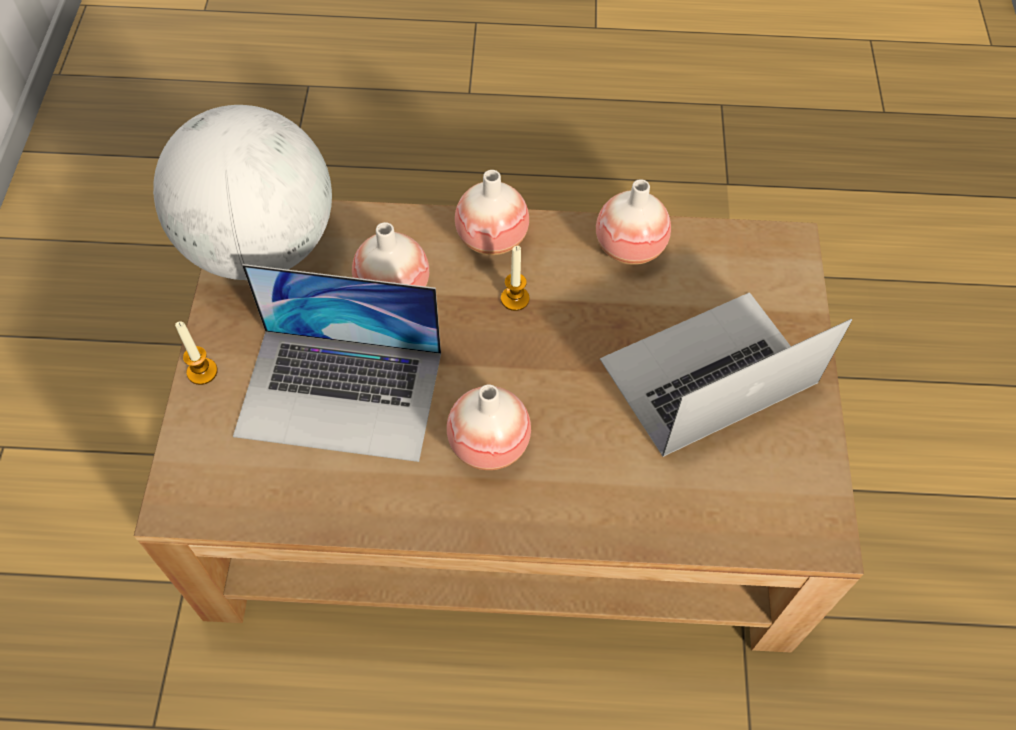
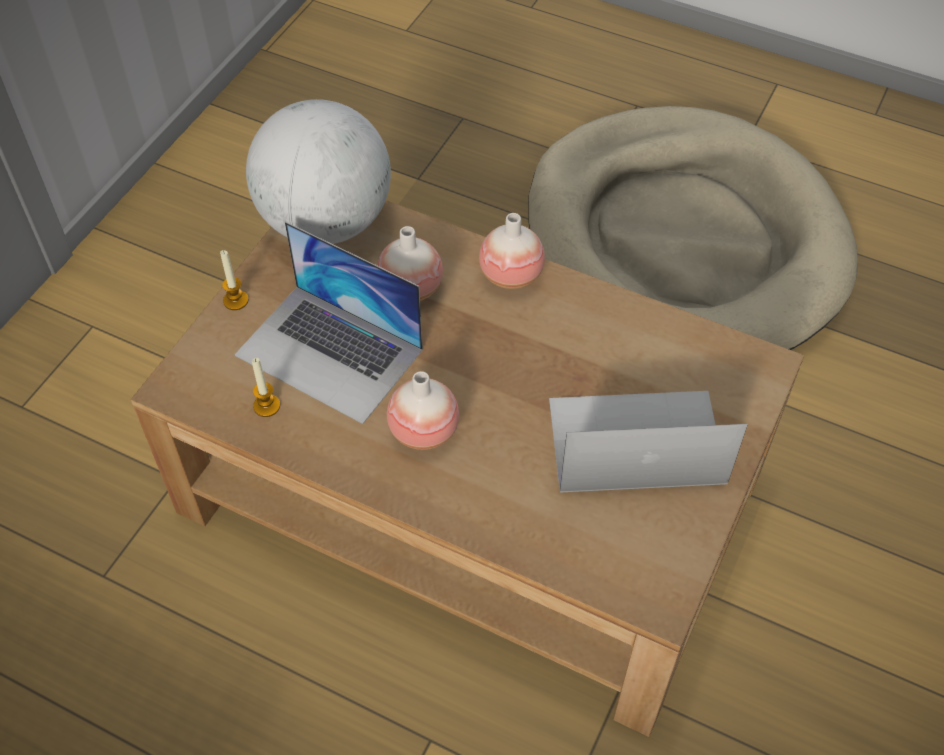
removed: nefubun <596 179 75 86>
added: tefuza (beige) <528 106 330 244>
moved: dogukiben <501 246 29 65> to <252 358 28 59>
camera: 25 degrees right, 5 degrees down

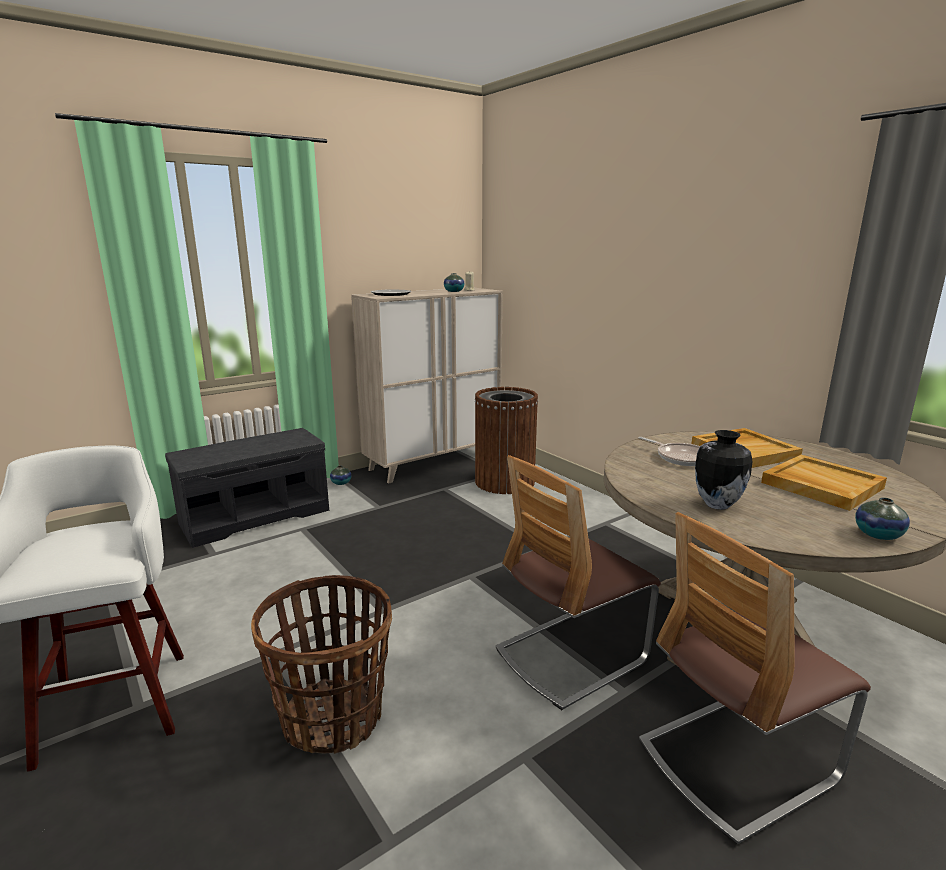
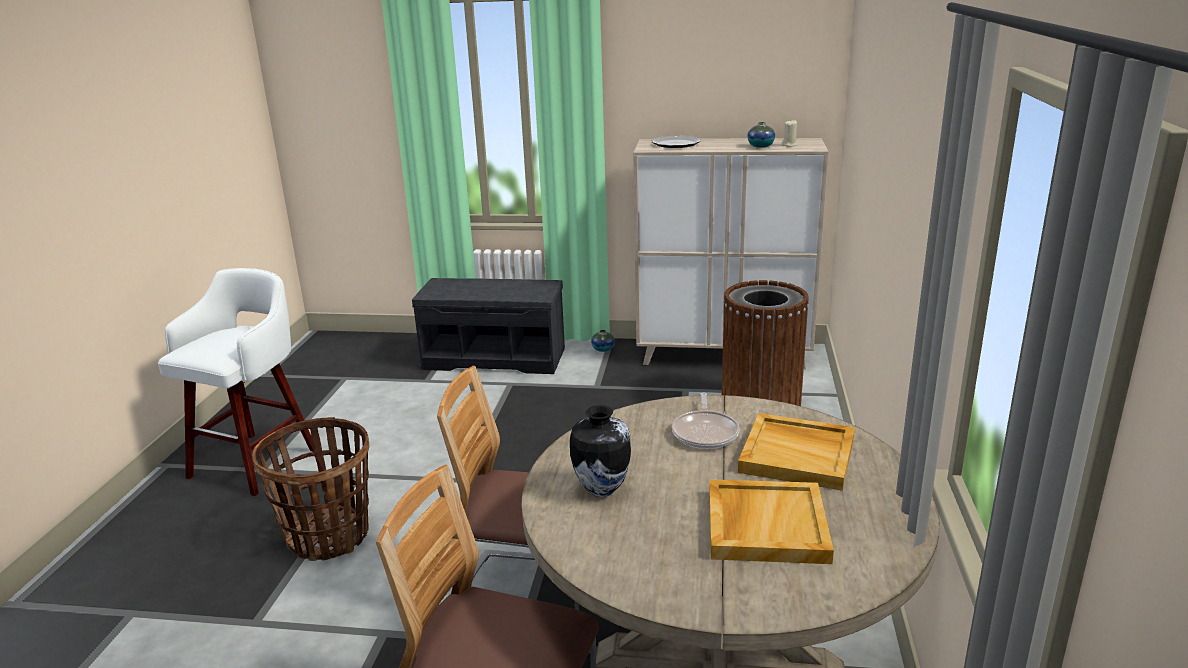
removed: nefubun <855 497 55 43>
camera: 45 degrees right, 5 degrees up

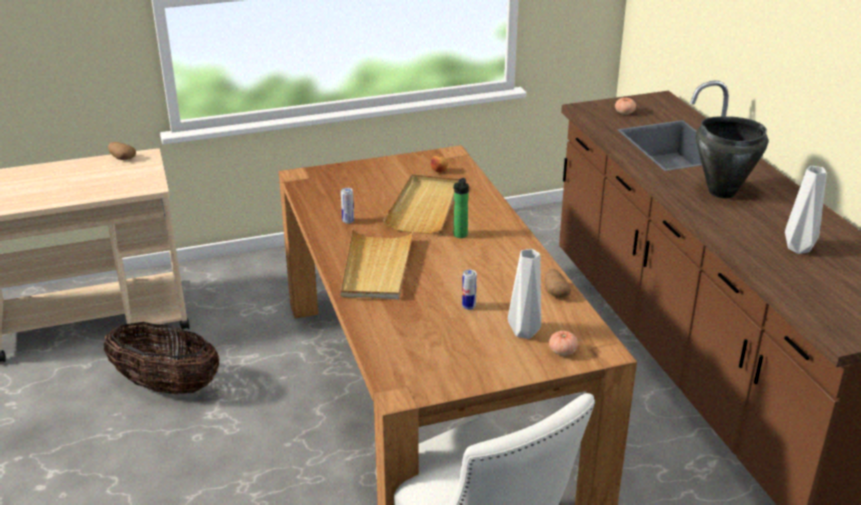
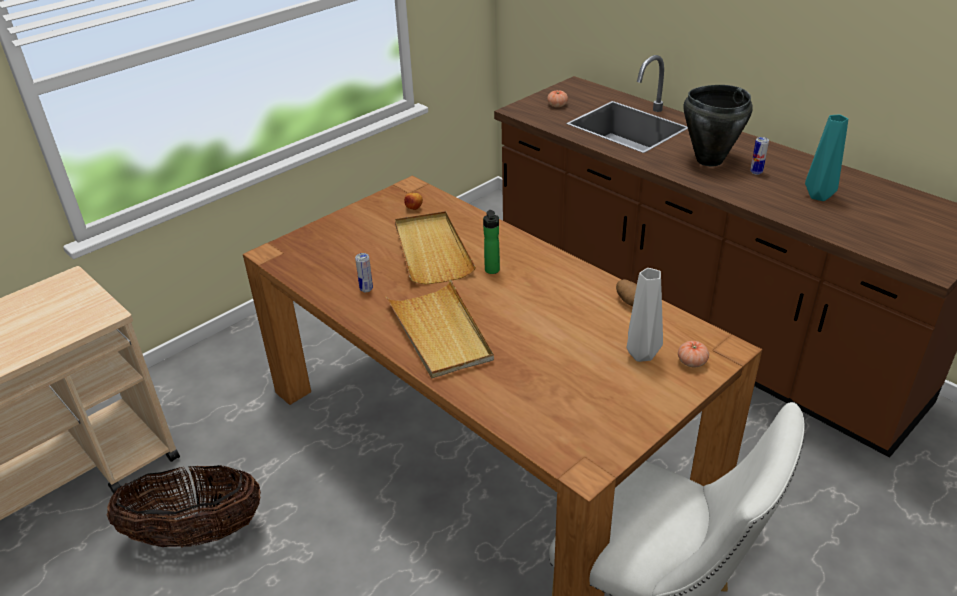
removed: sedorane <108 142 28 18>
moved: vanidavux <462 270 15 40> to <750 137 19 38>
recoloured: nefubun (grey) <785 166 42 88> to nefubun (turquoise) <805 115 43 86>
camera: 25 degrees left, 5 degrees up

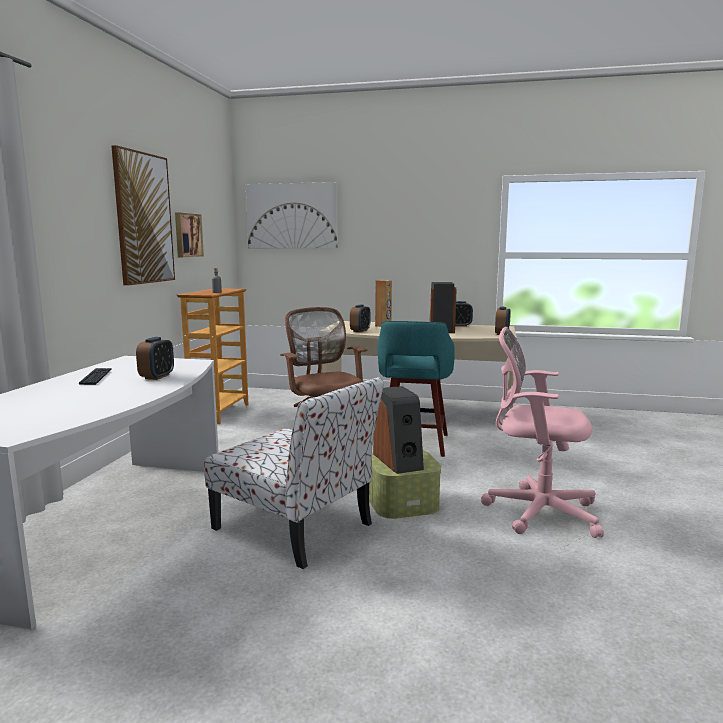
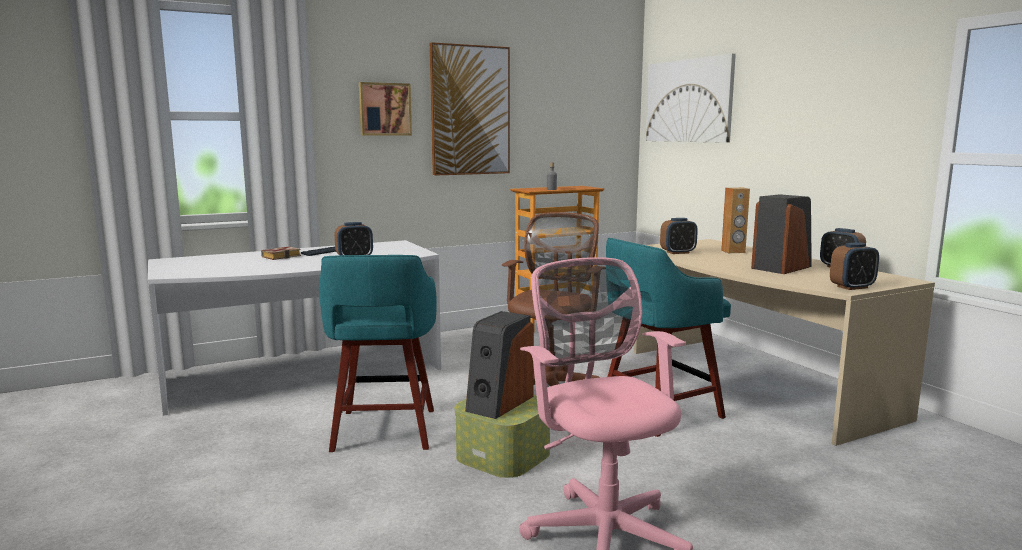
added: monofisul <261 247 40 13>
moved: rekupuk <175 213 29 44> to <359 82 53 54>
replaced: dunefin <204 377 180 192> to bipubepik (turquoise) <319 255 118 197>
camera: 50 degrees right, 0 degrees up

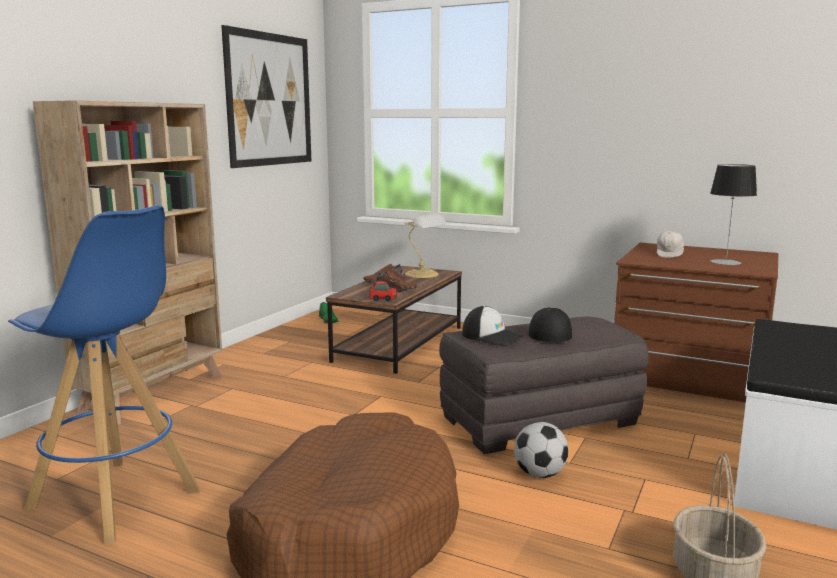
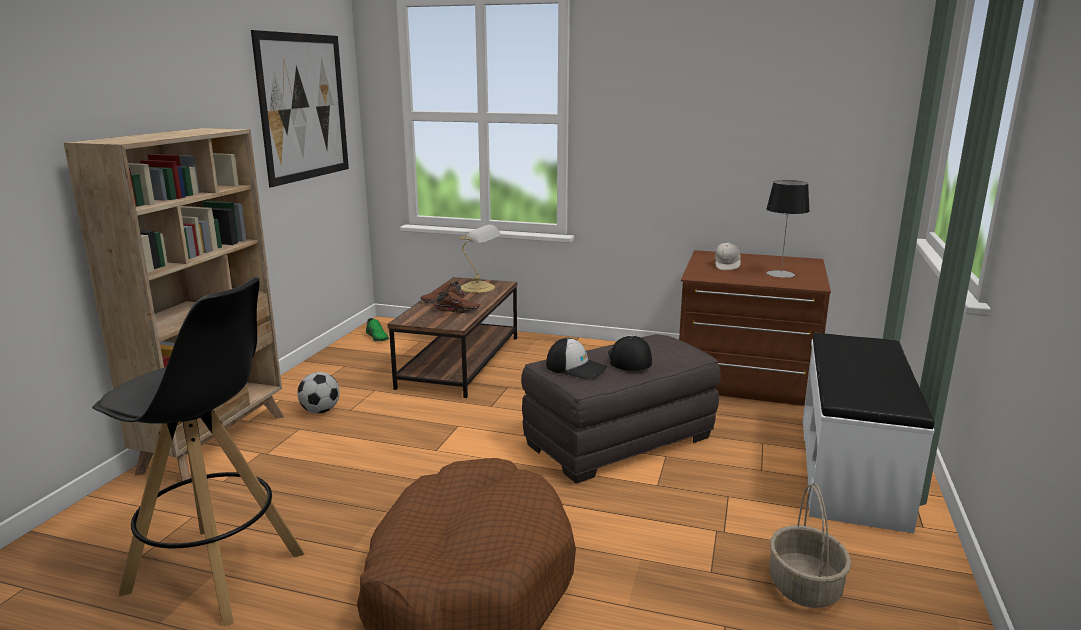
removed: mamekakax <370 281 27 20>
moved: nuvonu <514 422 54 56> to <297 372 43 41>
recoloured: bipubepik (blue) <8 205 192 340> to bipubepik (black) <92 277 213 349>
camera: 10 degrees left, 5 degrees up

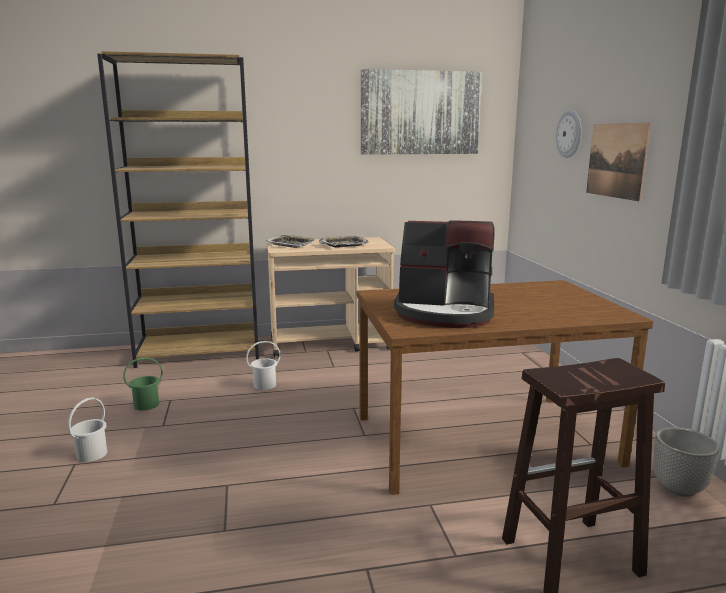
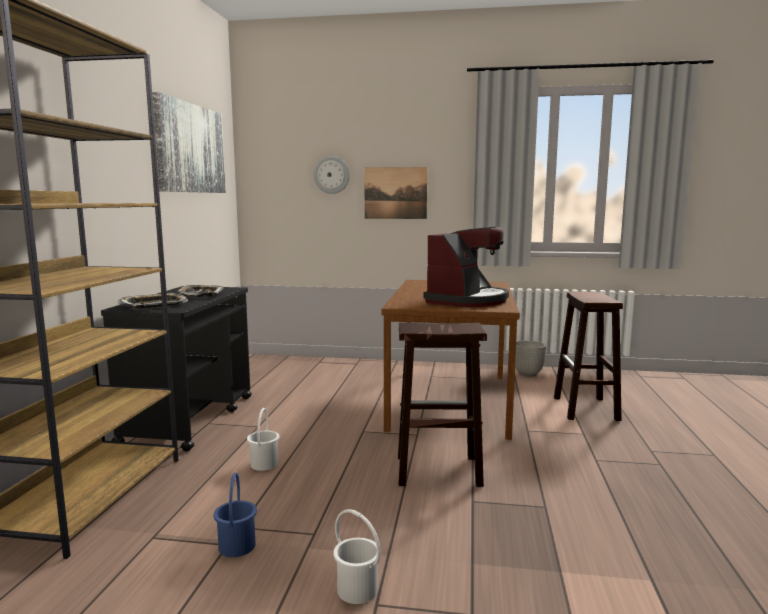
added: bipubepik (brown) <398 322 89 165>
recoloured: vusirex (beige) <266 237 129 120> to vusirex (black) <101 286 151 165>; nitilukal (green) <123 357 40 54> to nitilukal (blue) <213 473 44 84>
camera: 70 degrees left, 5 degrees down

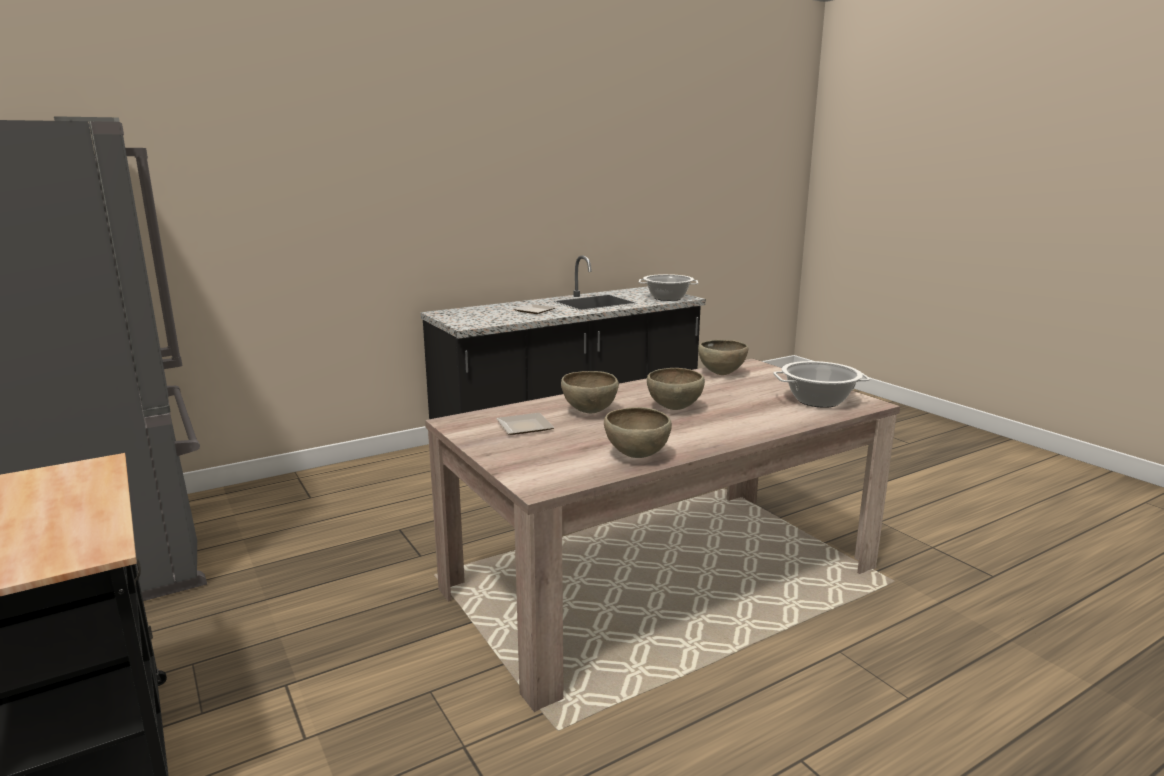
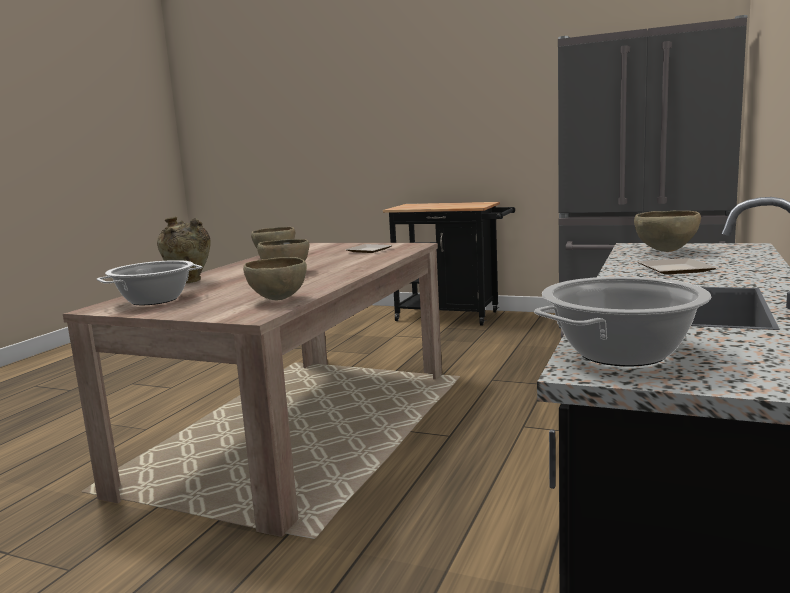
added: nefubun (beige) <157 216 54 67>
moved: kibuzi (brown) <561 371 58 42> to <634 211 67 41>
camera: 145 degrees right, 5 degrees down

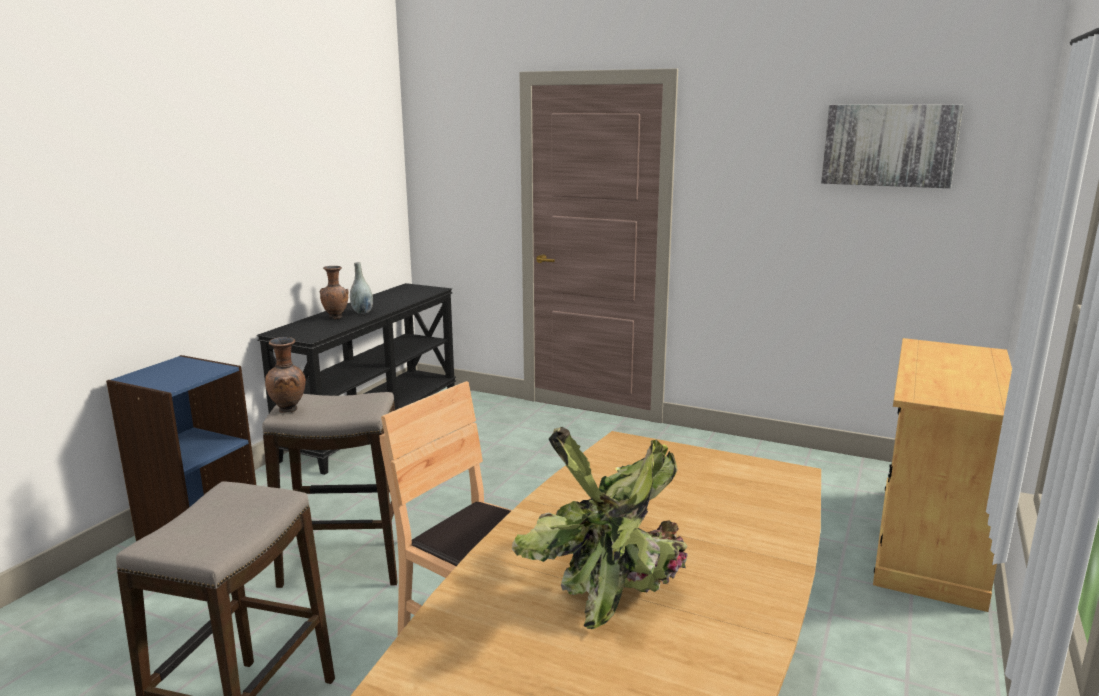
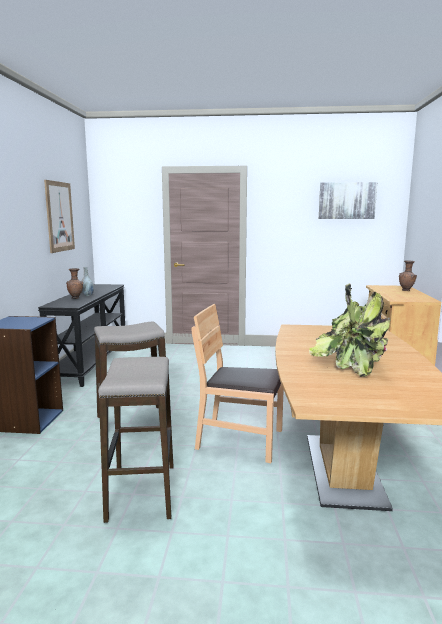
added: rekupuk <44 180 31 73>
moved: nefubun (brown) <265 337 41 76> to <399 260 18 31>
camera: 20 degrees left, 5 degrees down

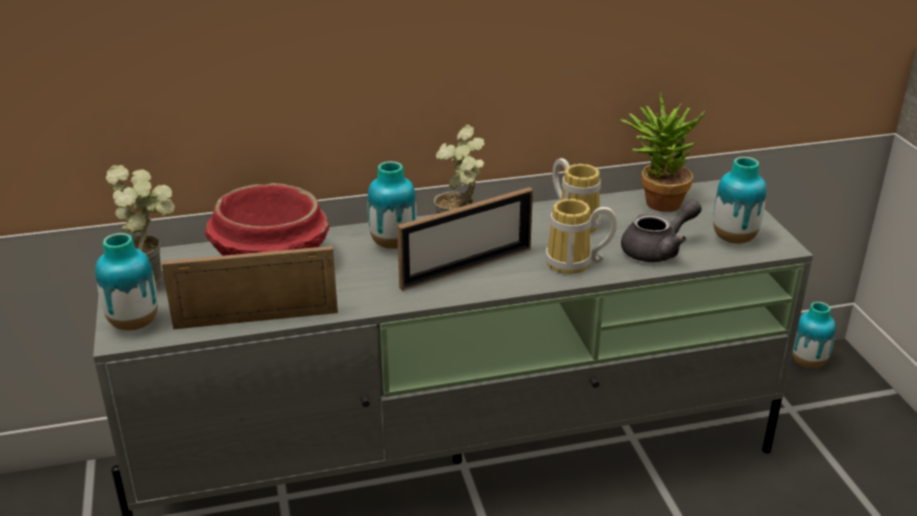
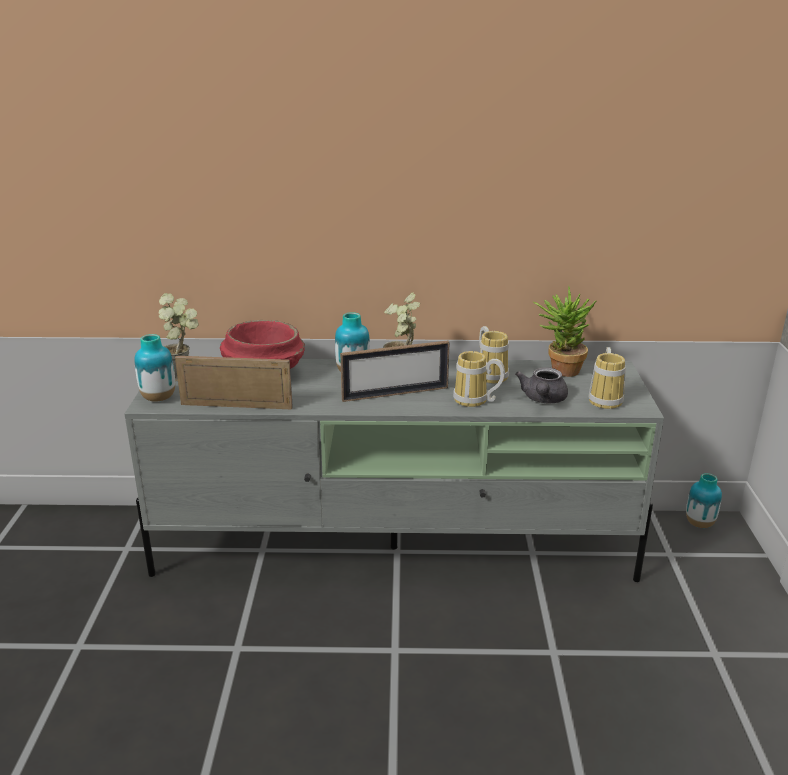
replaced: nefubun <713 157 53 87> to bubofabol <588 347 38 62>
turned: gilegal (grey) <621 200 81 62> = <515 367 53 36> 120 degrees clockwise
camera: 15 degrees right, 5 degrees down

